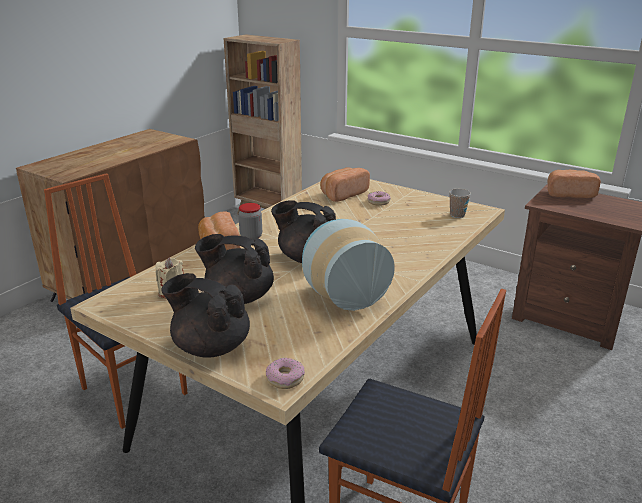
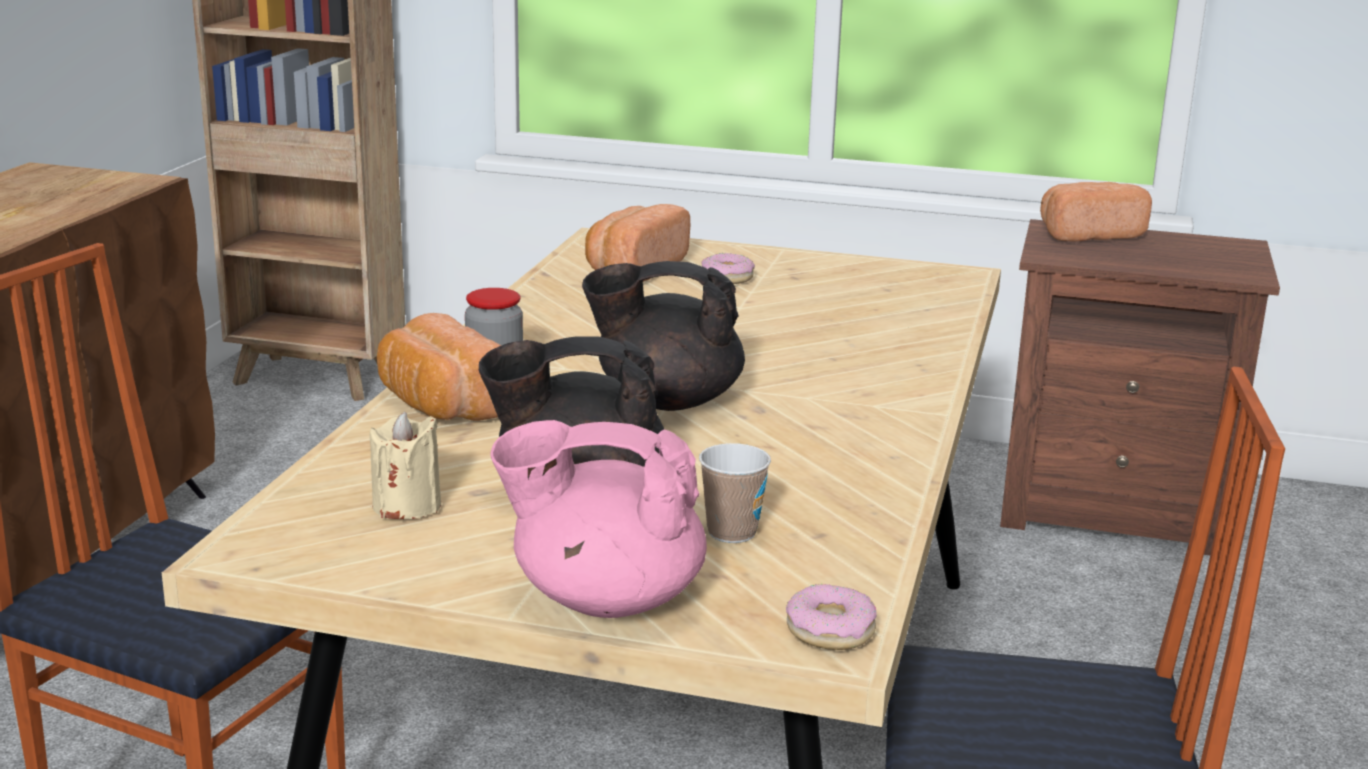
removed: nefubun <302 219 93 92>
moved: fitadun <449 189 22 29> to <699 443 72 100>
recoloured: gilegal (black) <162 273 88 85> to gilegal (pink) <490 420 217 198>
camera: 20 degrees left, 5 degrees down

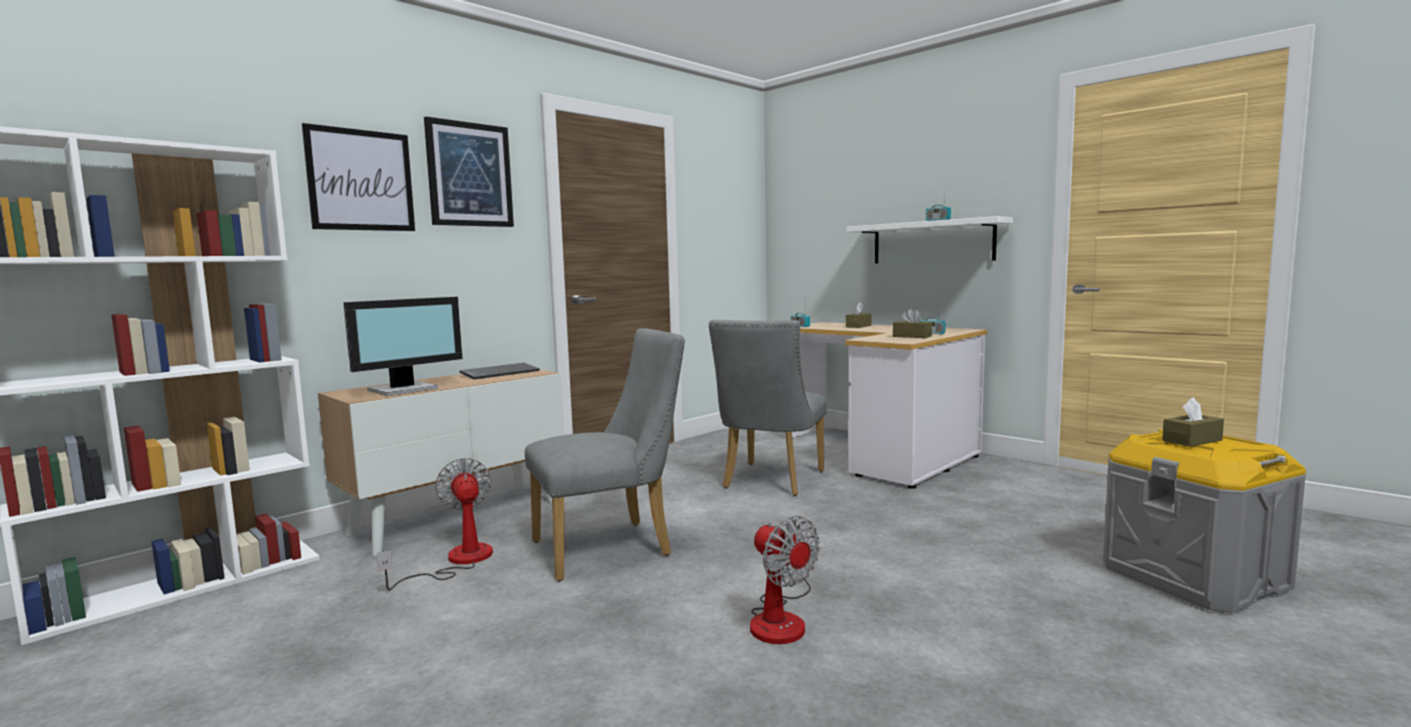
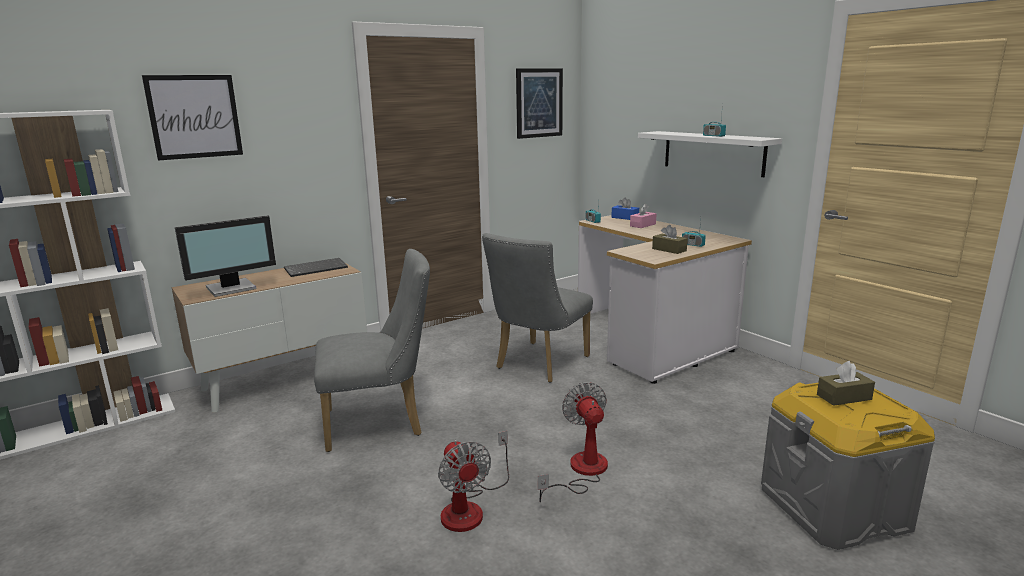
added: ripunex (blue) <611 197 28 23>
moved: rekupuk <424 117 90 110> to <516 68 47 71>; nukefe <377 458 116 133> to <538 382 70 120>
recoloured: ripunex (brown) <846 302 26 26> to ripunex (pink) <630 204 26 24>
camera: 10 degrees right, 10 degrees up

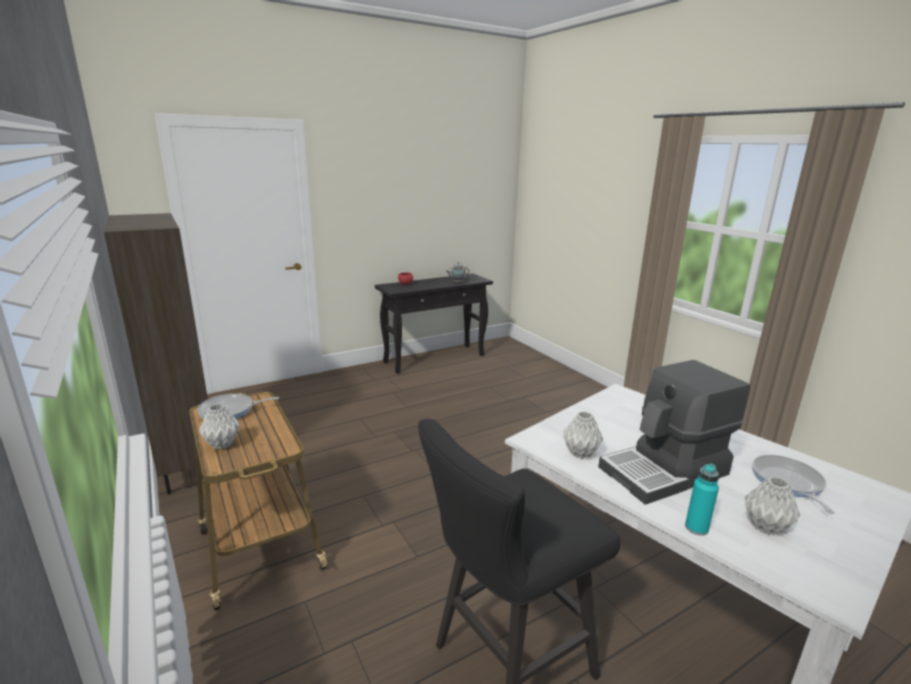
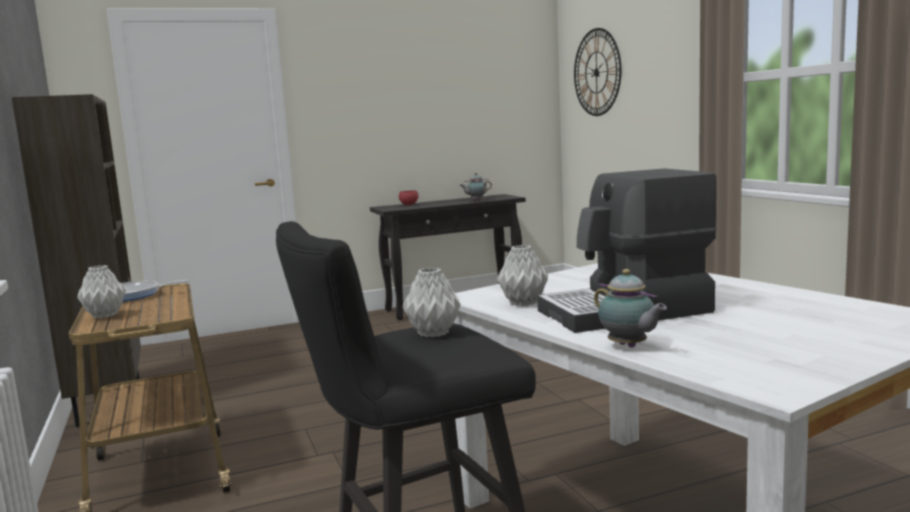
removed: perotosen <752 454 82 60>
added: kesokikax <574 28 47 88>
moved: nefubun (grey) <745 476 55 60> to <403 268 58 69>
replaced: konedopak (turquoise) <685 463 34 73> to gilegal <594 269 73 79>
camera: 10 degrees right, 10 degrees down

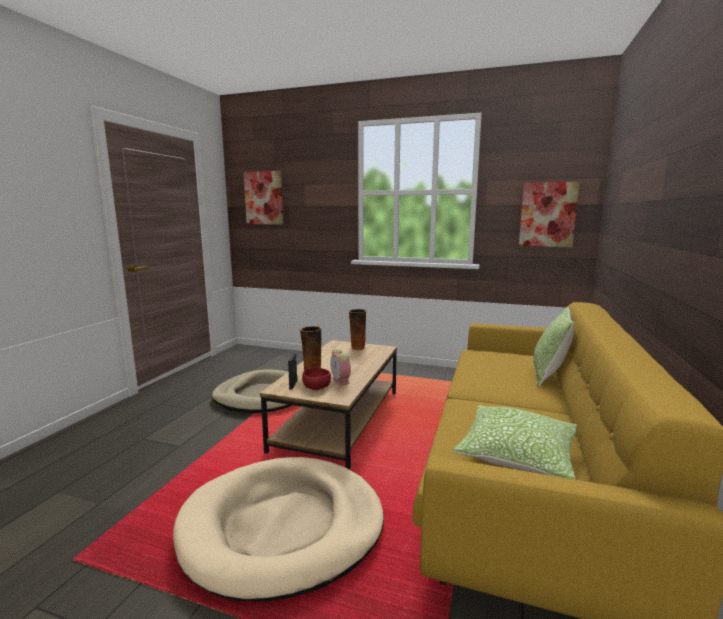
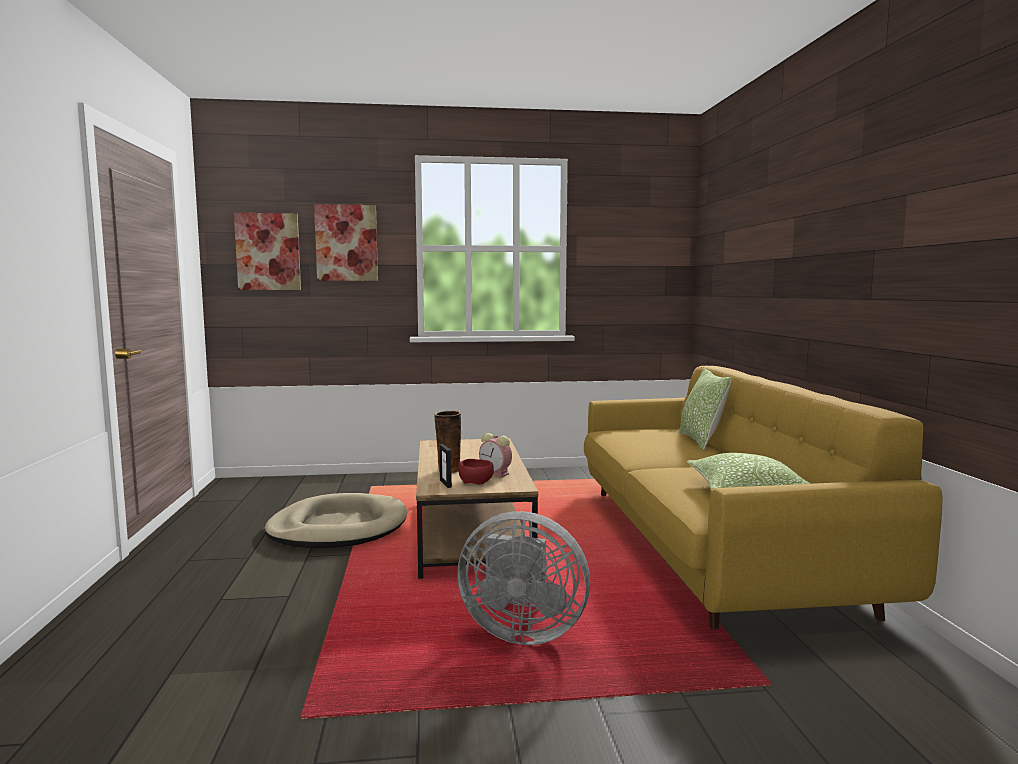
removed: nefubun <349 309 17 41>
moved: rekupuk <519 182 61 65> to <314 204 64 77>
replaced: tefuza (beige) <173 457 211 145> to nukefe (grey) <457 511 133 134>
camera: 25 degrees left, 5 degrees down

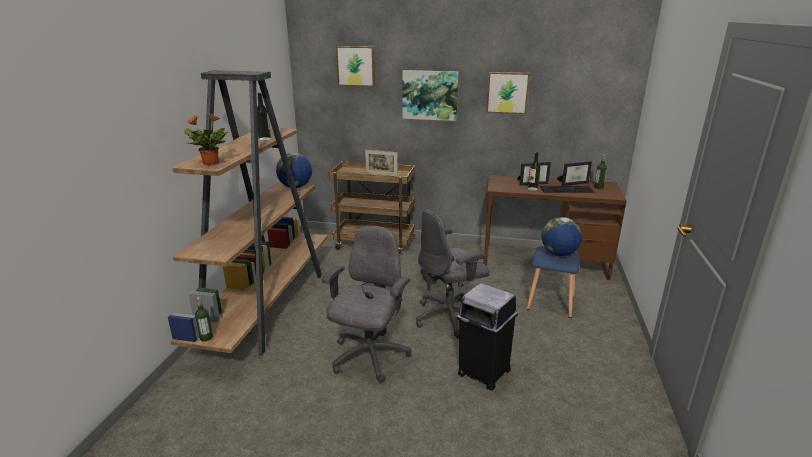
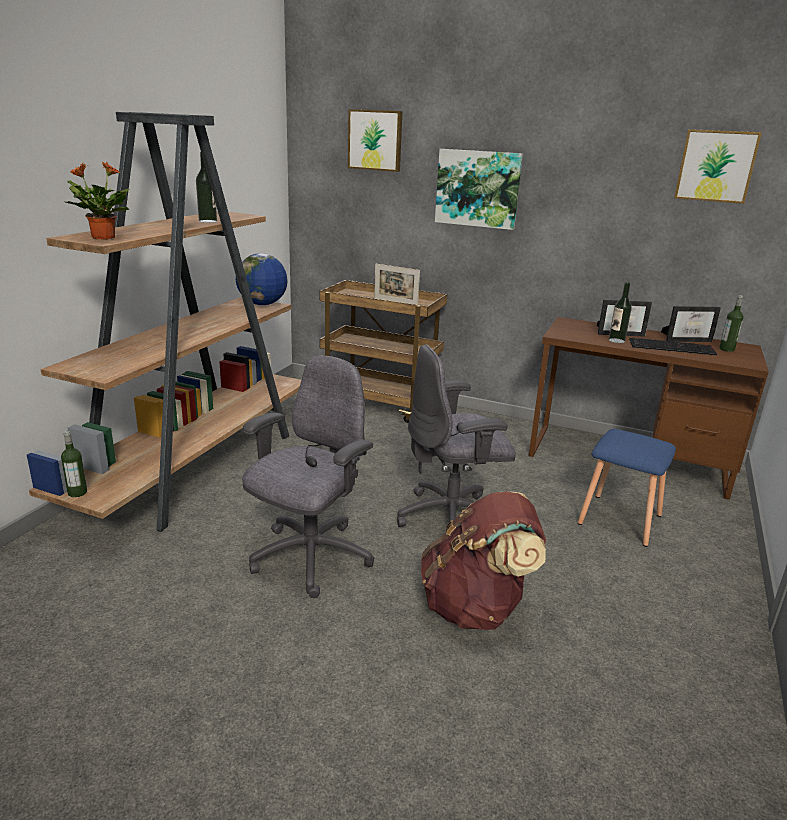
removed: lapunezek <541 217 41 39>
moved: rekupuk <486 72 44 42> to <674 129 88 75>
replaced: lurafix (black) <457 283 61 108> to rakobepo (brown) <421 491 125 139>
camera: 10 degrees right, 0 degrees up

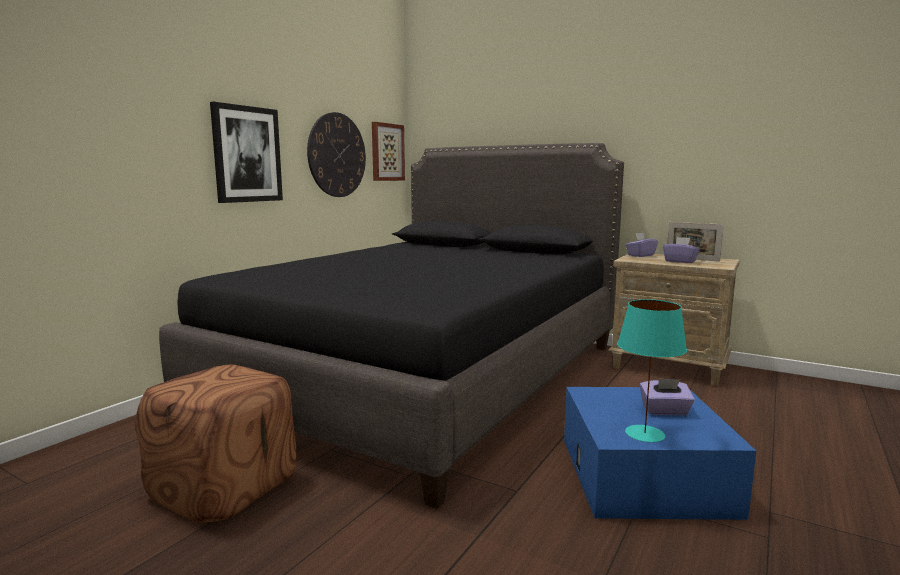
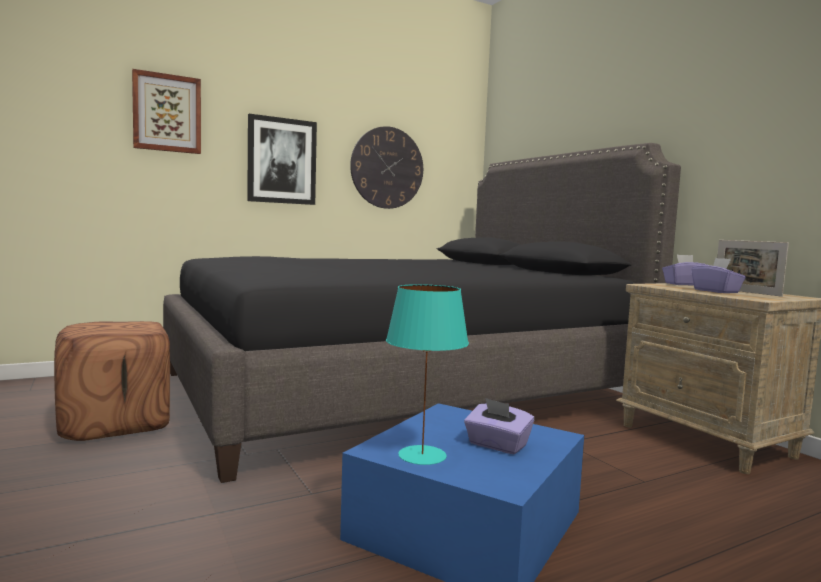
moved: rekupuk <372 122 33 59> to <132 69 69 85>
camera: 30 degrees right, 5 degrees down

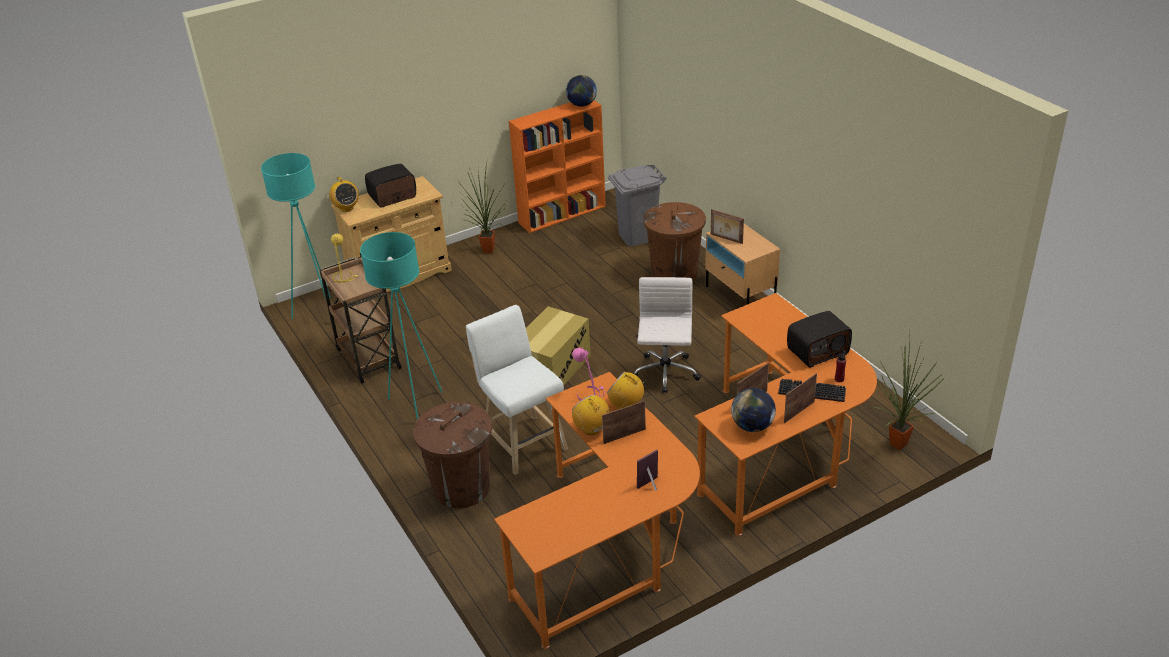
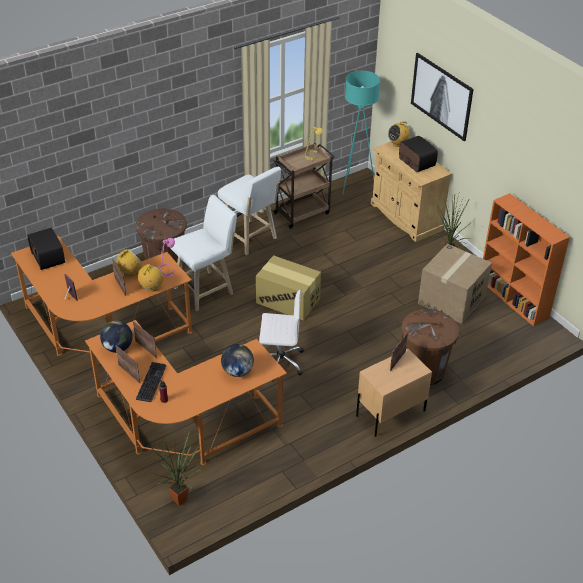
removed: lurafix (grey) <608 165 59 81>
added: rekupuk <411 53 63 88>; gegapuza <418 244 74 80>
moved: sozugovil <787 311 65 57> to <27 228 38 42>; lapunezek <566 75 31 32> to <221 344 33 33>
replaced: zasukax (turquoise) <360 232 82 188> to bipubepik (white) <218 167 63 88>
camera: 85 degrees right, 5 degrees up

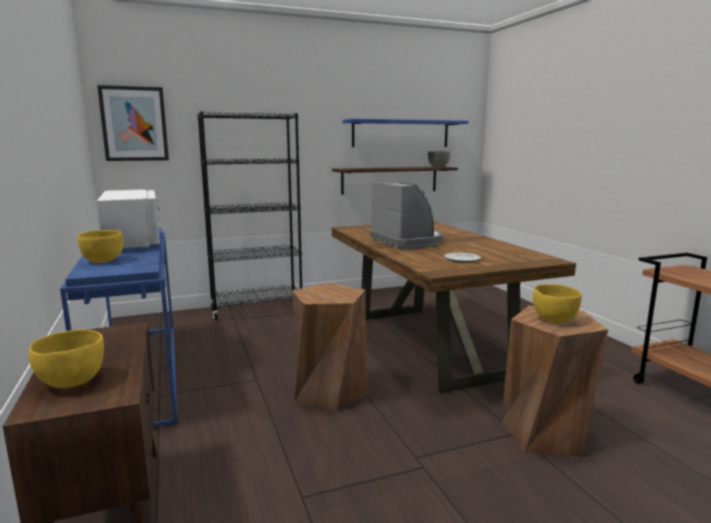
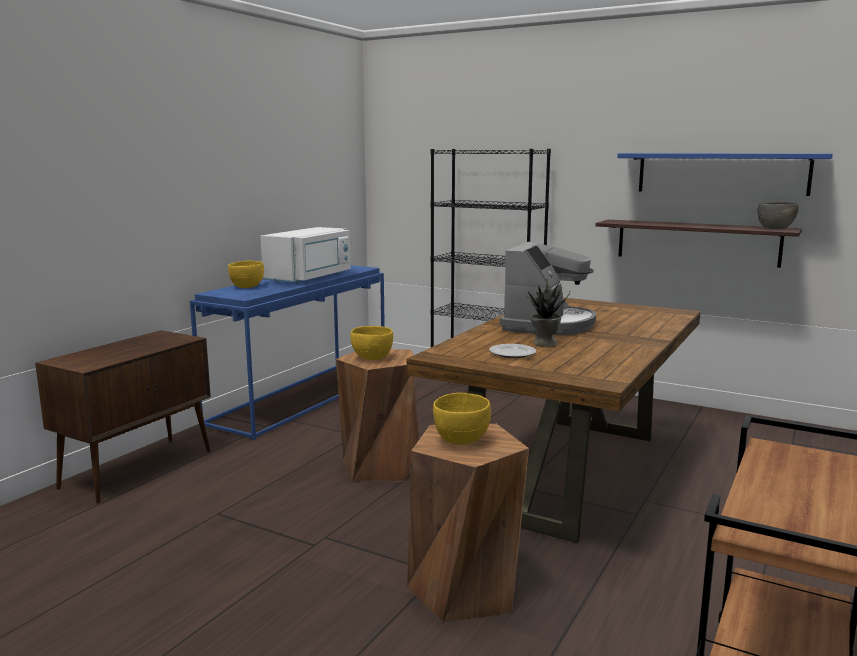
removed: rekupuk <97 85 72 76>
added: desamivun <525 278 45 69>
moved: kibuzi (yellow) <29 329 75 59> to <351 326 42 34>
camera: 50 degrees right, 0 degrees up

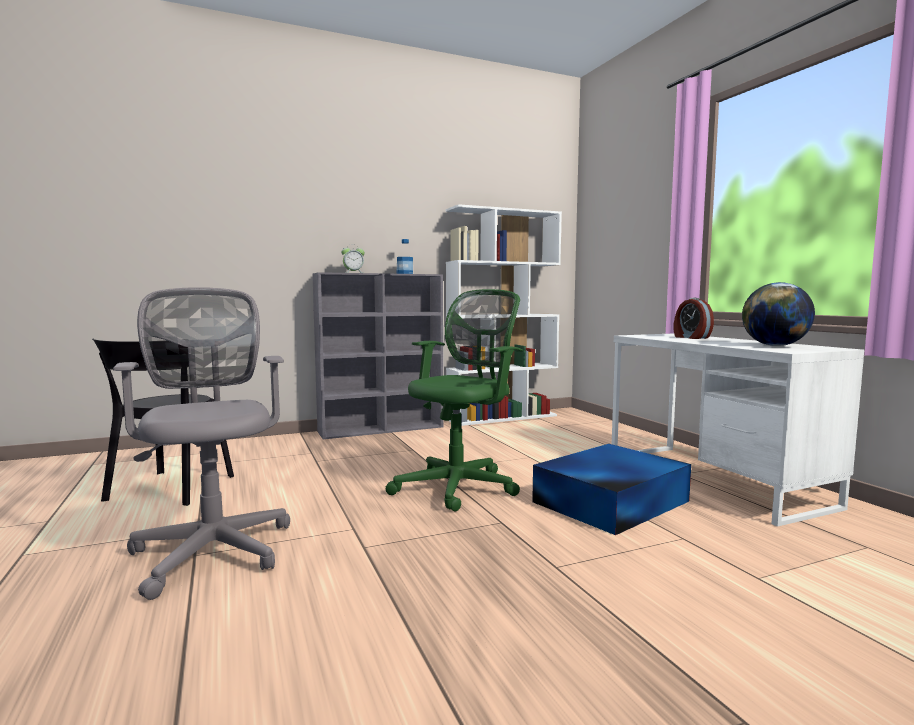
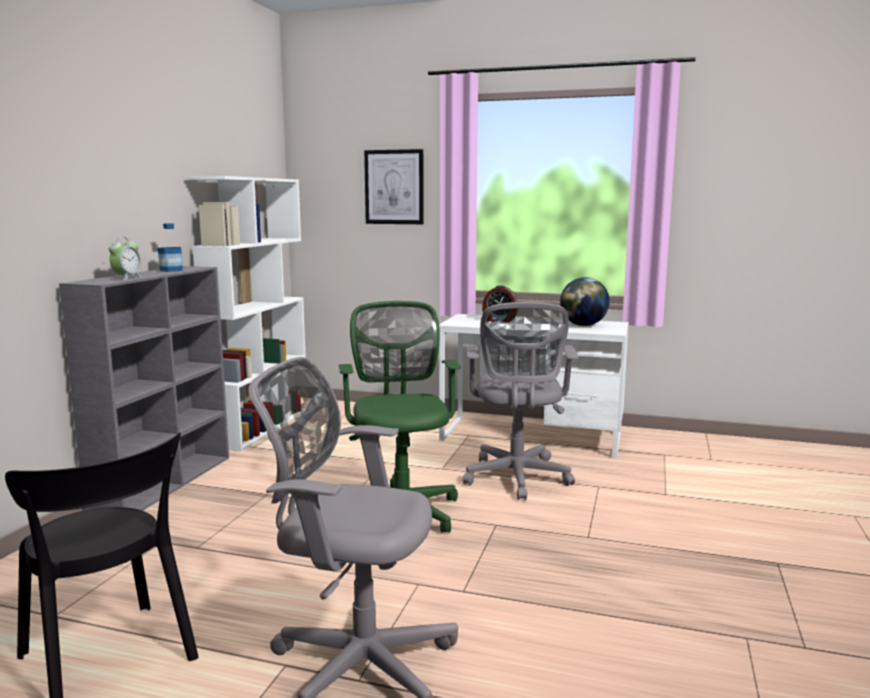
added: rekupuk <364 149 60 75>
replaced: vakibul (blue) <532 444 159 91> to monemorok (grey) <462 302 116 198>
camera: 50 degrees left, 5 degrees up

